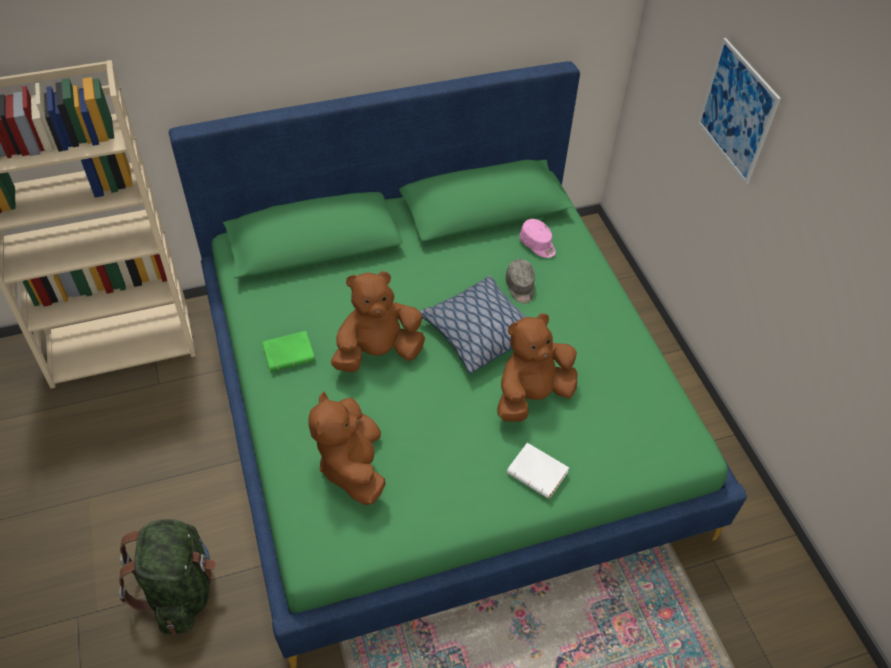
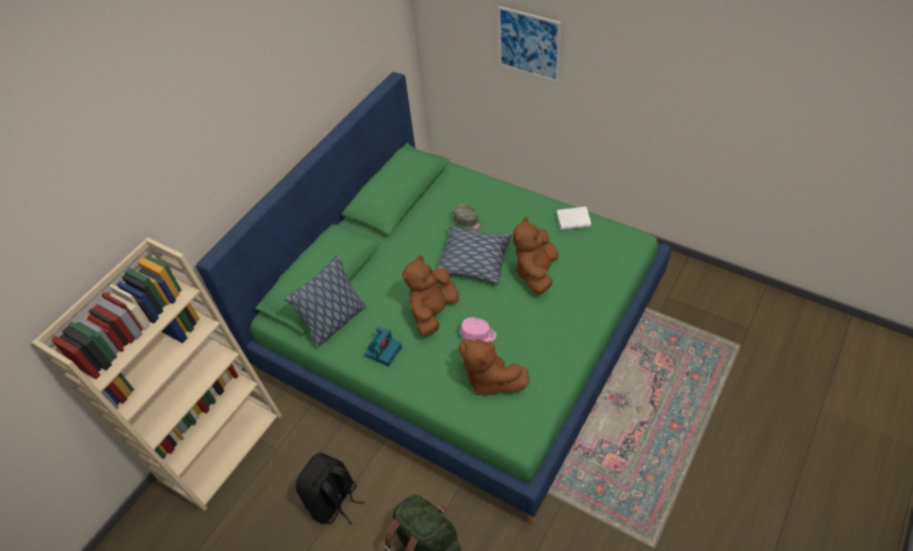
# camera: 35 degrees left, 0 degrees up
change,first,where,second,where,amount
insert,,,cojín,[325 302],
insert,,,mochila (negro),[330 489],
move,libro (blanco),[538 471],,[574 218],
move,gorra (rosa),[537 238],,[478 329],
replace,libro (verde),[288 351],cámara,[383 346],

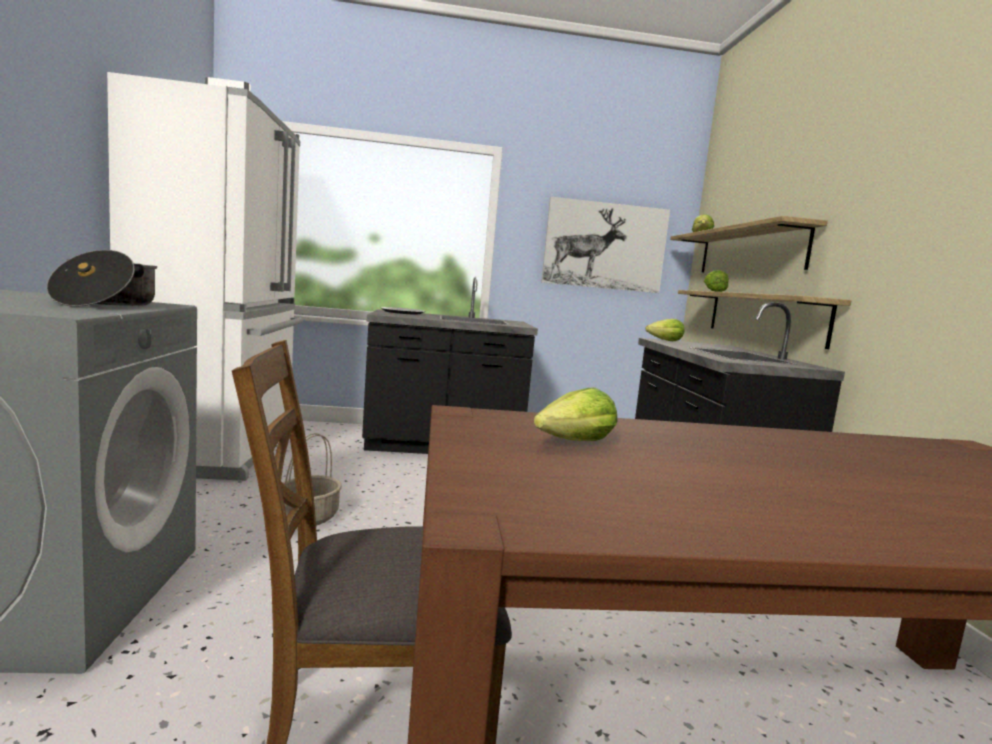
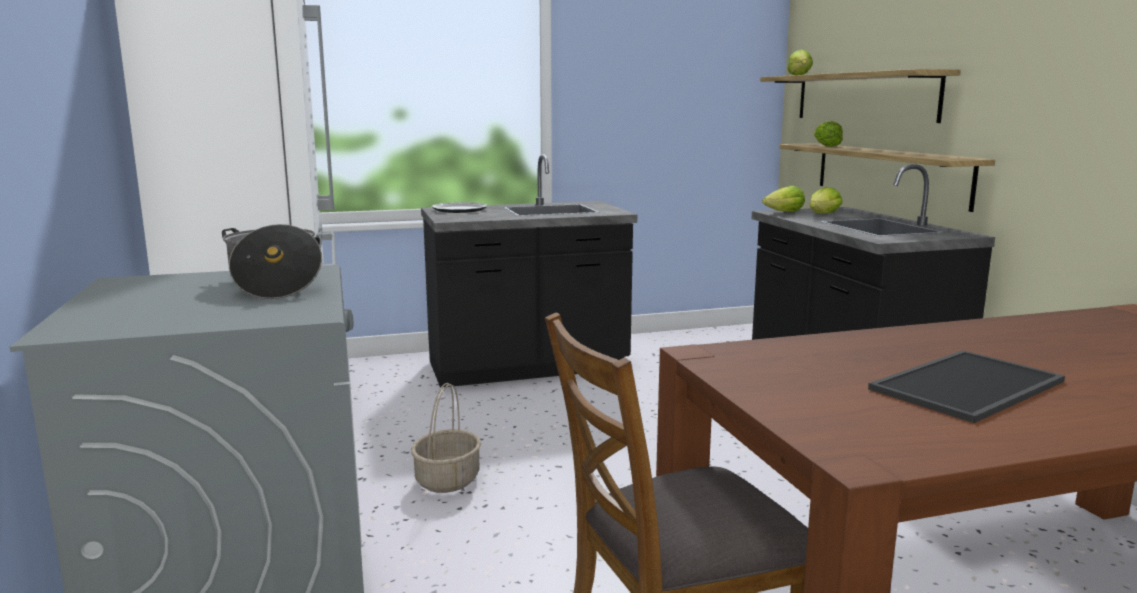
# camera: 10 degrees left, 5 degrees up
change,first,where,second,where,amount
delete,cuadro,[605 245],,,
insert,,,bandeja,[966 386],
move,lechuga,[575 414],,[826 200],

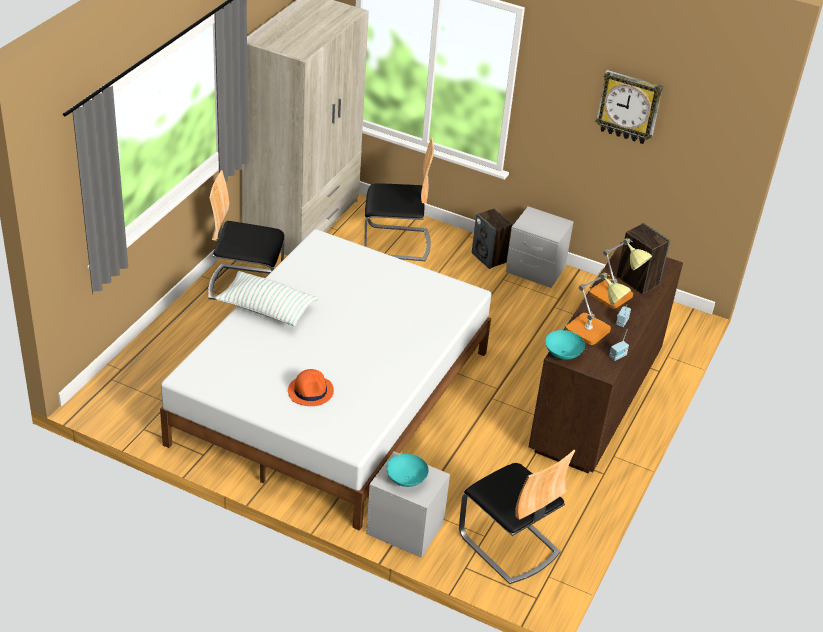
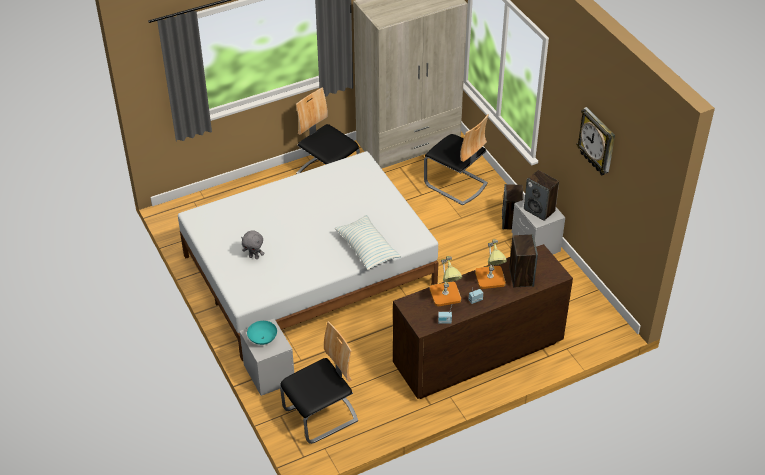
# camera: 40 degrees right, 5 degrees up
change,first,where,second,where,amount
delete,cuenco (turquesa),[565 345],,,
insert,,,altavoz,[541 195],
move,cojín,[266 298],,[368 242],
replace,sombrero (naranja),[311 387],peluche (gris),[253 244],
rotate,silla,[517 517],,[319 382],120 degrees counterclockwise

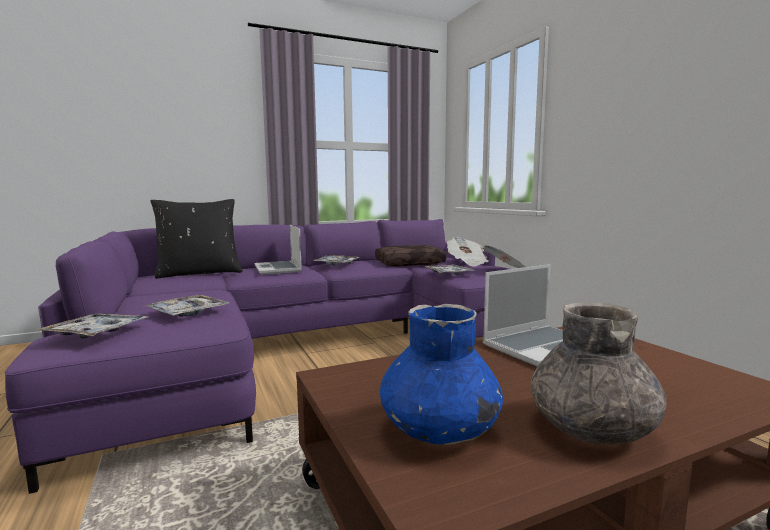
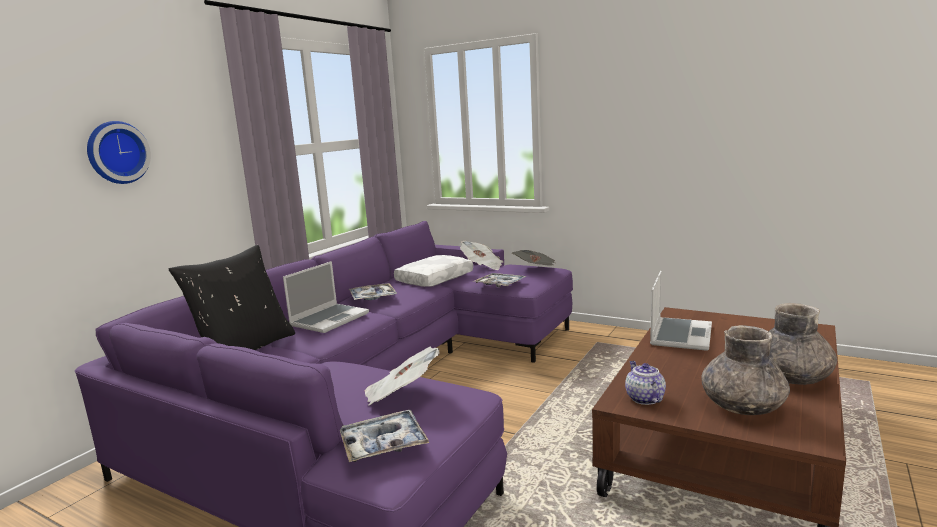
# camera: 35 degrees left, 5 degrees up
change,first,where,second,where,amount
insert,,,reloj de pared,[119 152],
insert,,,tetera,[645 383],
replace,bandeja,[187 306],periódico,[402 375],
recolor,cojín (marrón),[410 255],cojín (blanco),[433 271],
recolor,florero (azul),[441 374],florero (gris),[745 370],
rotate,portátil,[278 250],,[326 297],90 degrees counterclockwise

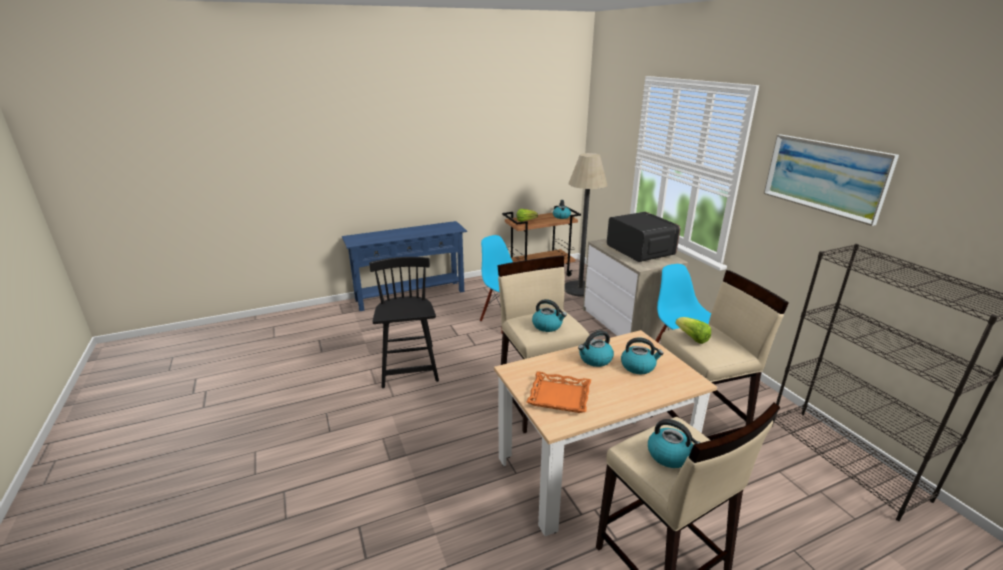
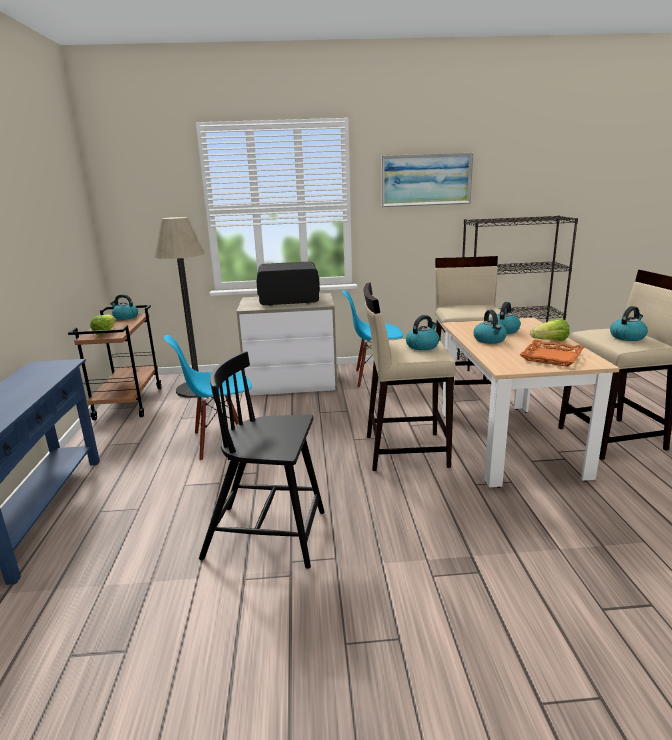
# camera: 70 degrees left, 5 degrees down
change,first,where,second,where,amount
move,lechuga,[693 330],,[550 330],

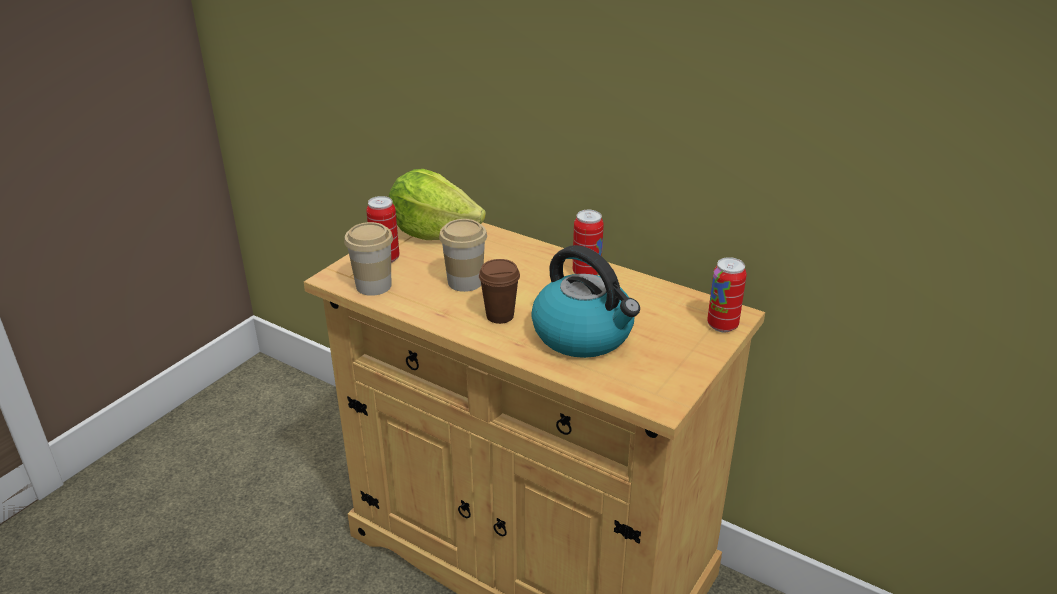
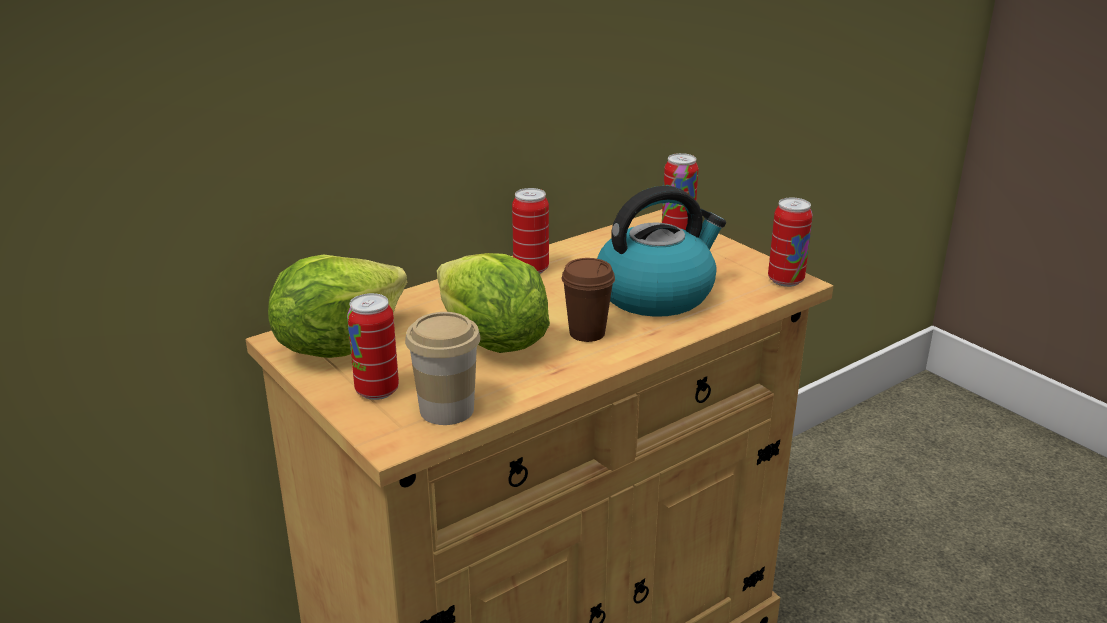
# camera: 70 degrees left, 5 degrees down
change,first,where,second,where,amount
insert,,,lata,[790 242],
replace,taza,[463 255],lechuga,[493 303],

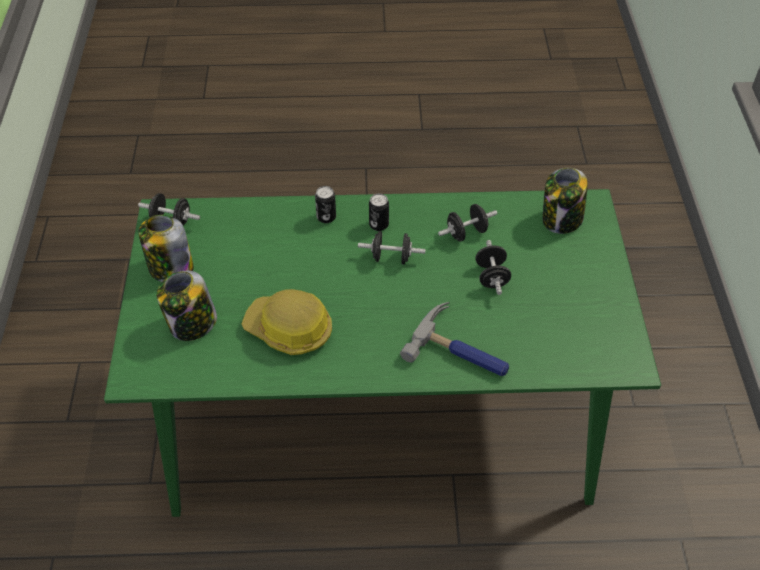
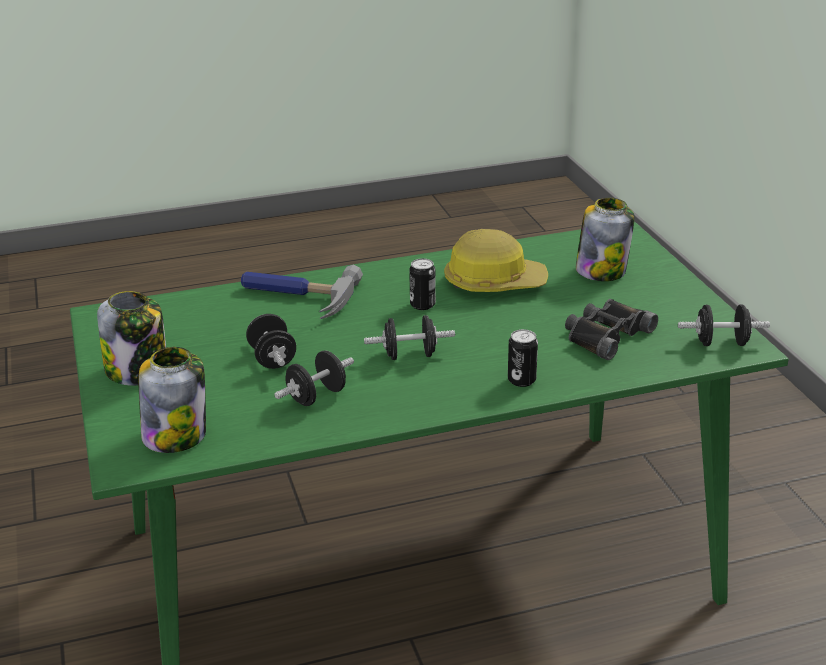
# camera: 165 degrees right, 20 degrees down
change,first,where,second,where,amount
insert,,,prismáticos (negro),[611 329],
move,tarro,[166 248],,[131 338],
move,lata,[379 212],,[422 284],

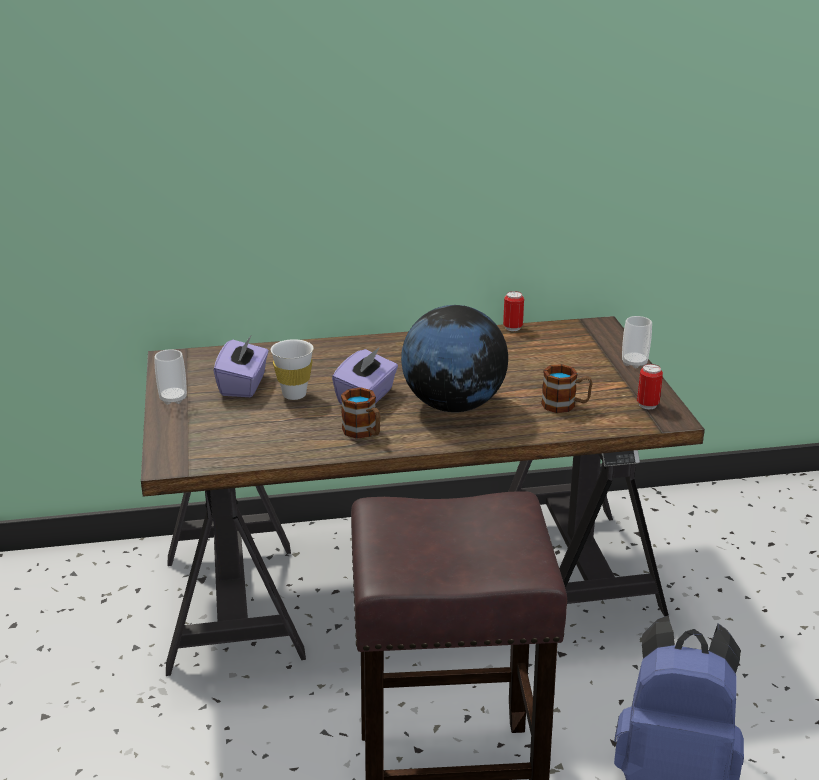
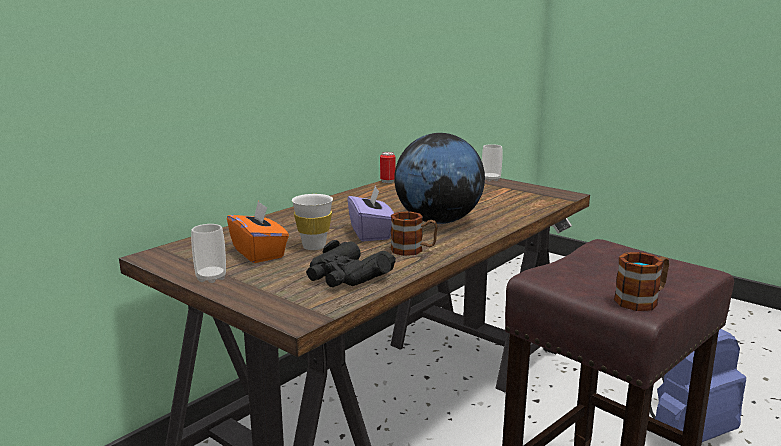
# camera: 40 degrees left, 10 degrees down
change,first,where,second,where,amount
delete,lata,[650 386],,,
insert,,,prismáticos (negro),[351 263],
move,taza grande,[567 388],,[641 281],
recolor,caja de pañuelos (morado),[241 366],caja de pañuelos (naranja),[258 231],

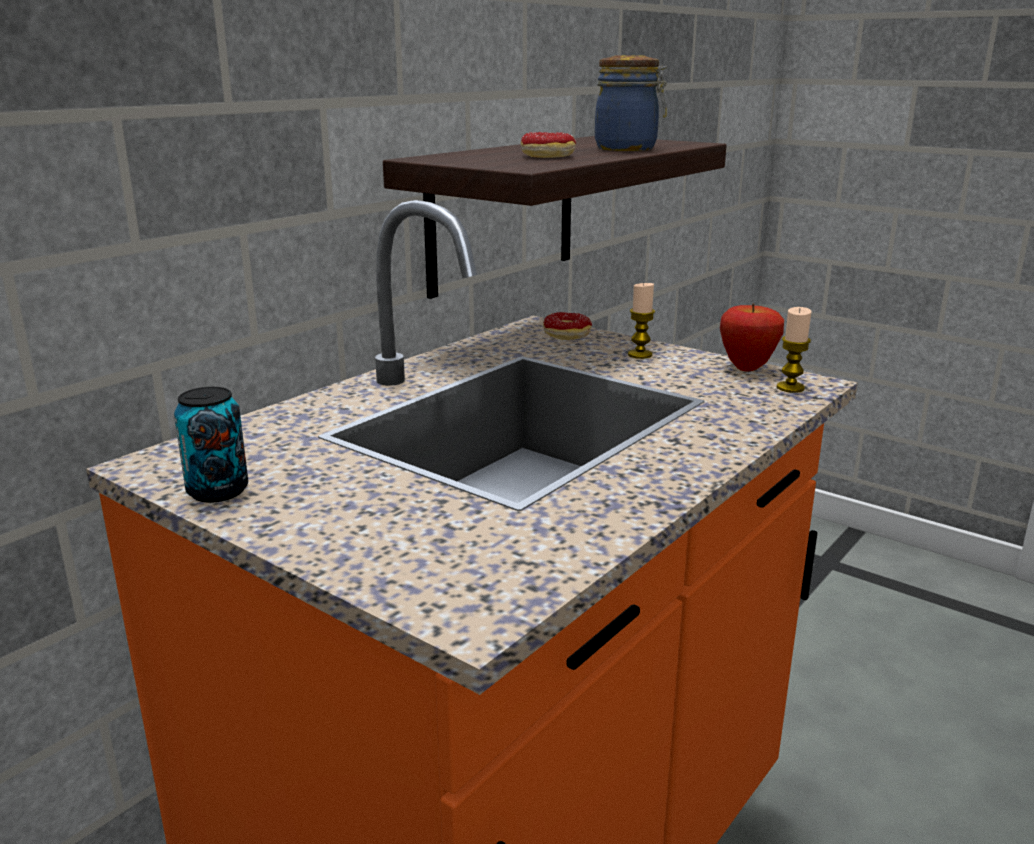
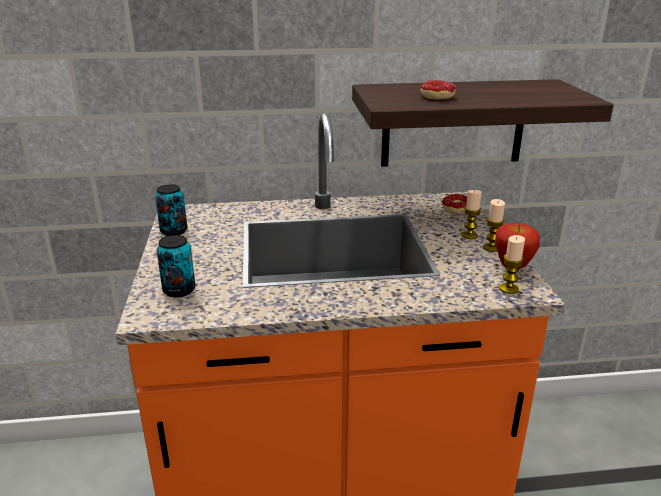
# camera: 45 degrees right, 5 degrees up
change,first,where,second,where,amount
delete,tarro,[631 103],,,
insert,,,lata,[176 266],
insert,,,vela,[494 225],

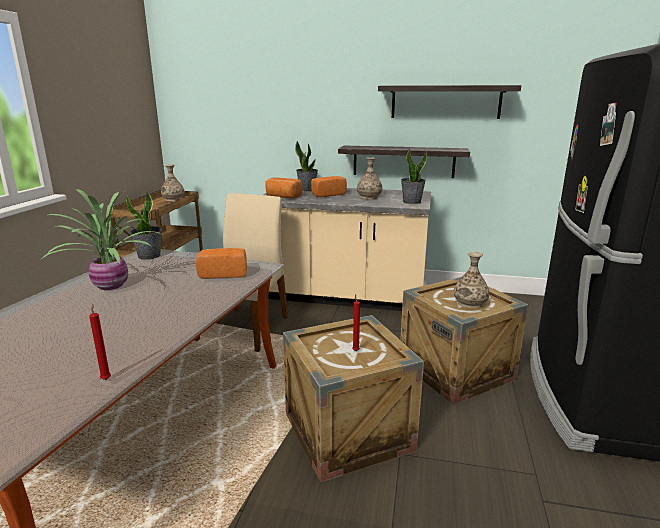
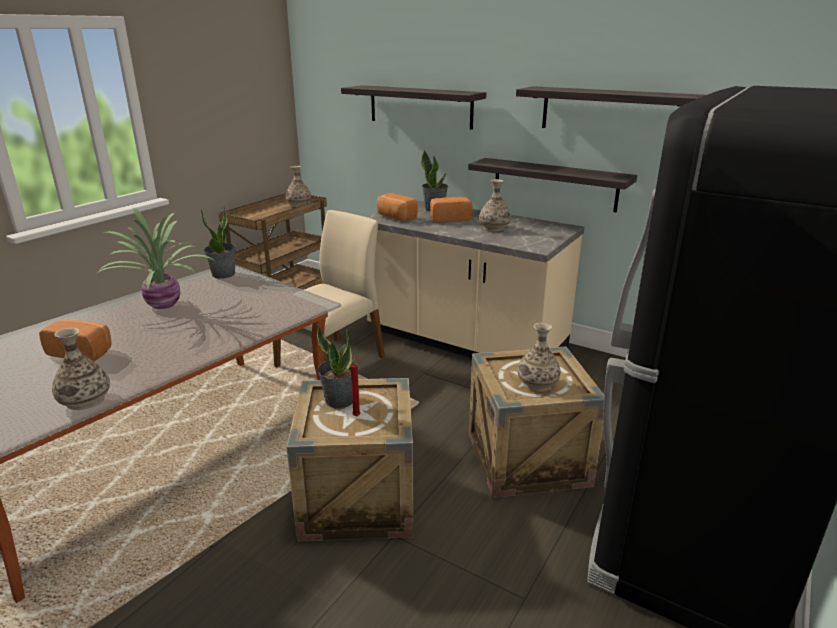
# camera: 20 degrees right, 5 degrees up
change,first,where,second,where,amount
insert,,,estante,[413 107],
move,pan,[221 263],,[75 340],
move,planta en maceta,[414 176],,[338 366],
replace,vela (rojo),[100 342],florero,[81 369],

